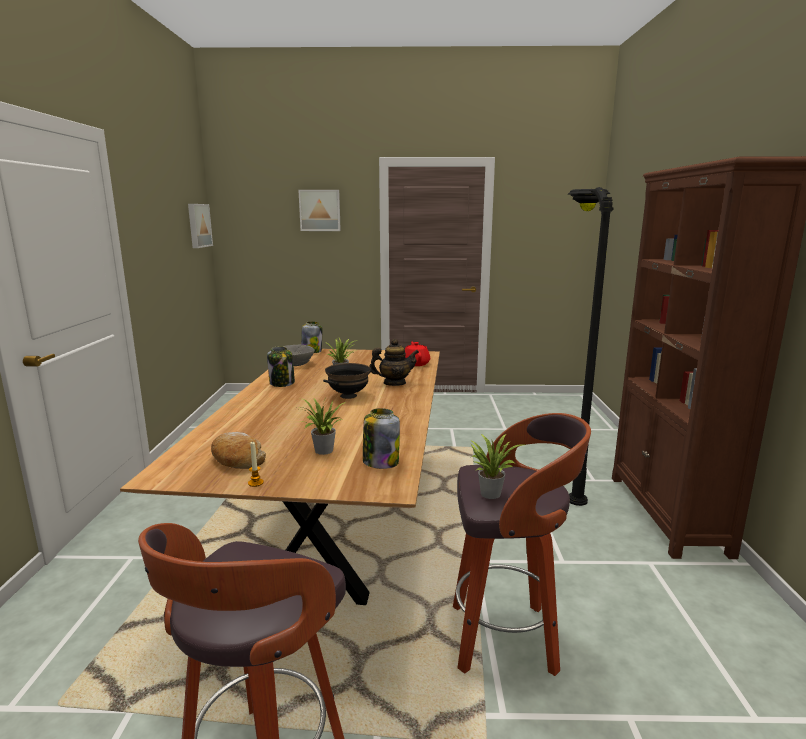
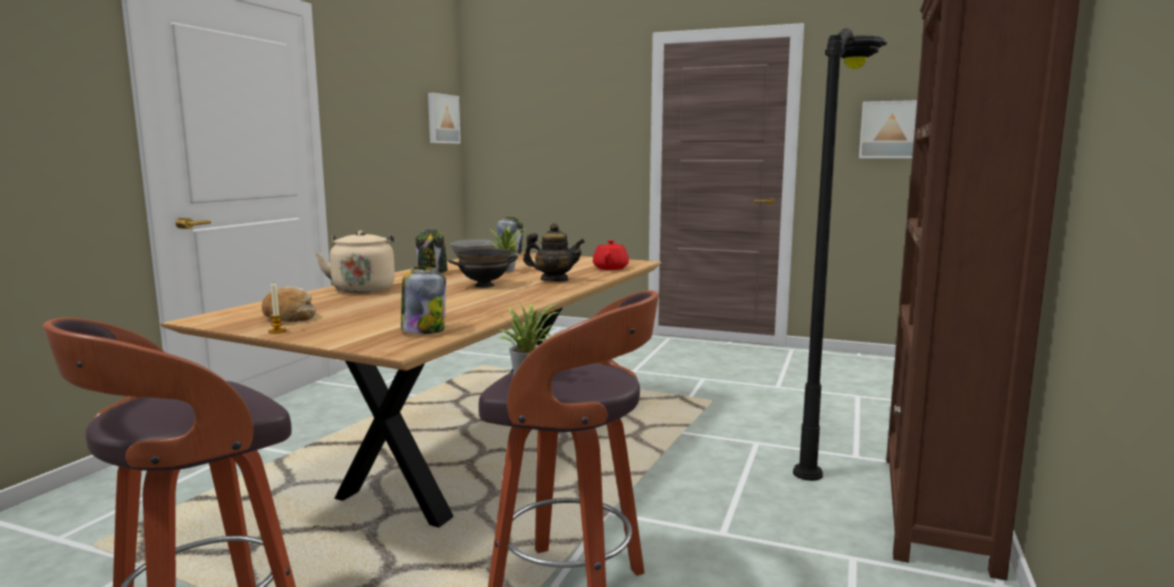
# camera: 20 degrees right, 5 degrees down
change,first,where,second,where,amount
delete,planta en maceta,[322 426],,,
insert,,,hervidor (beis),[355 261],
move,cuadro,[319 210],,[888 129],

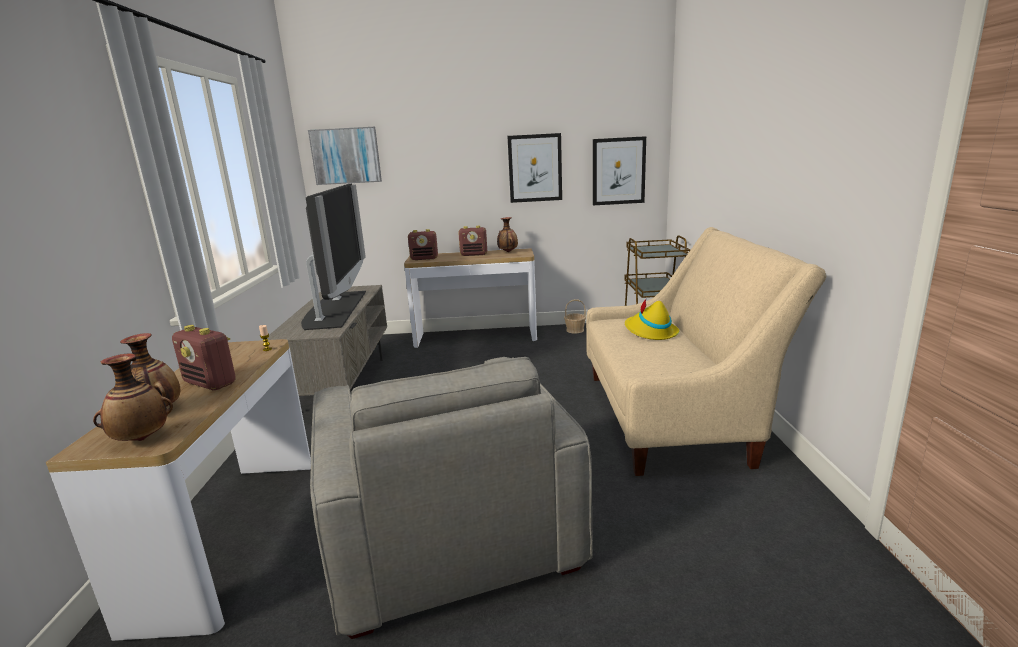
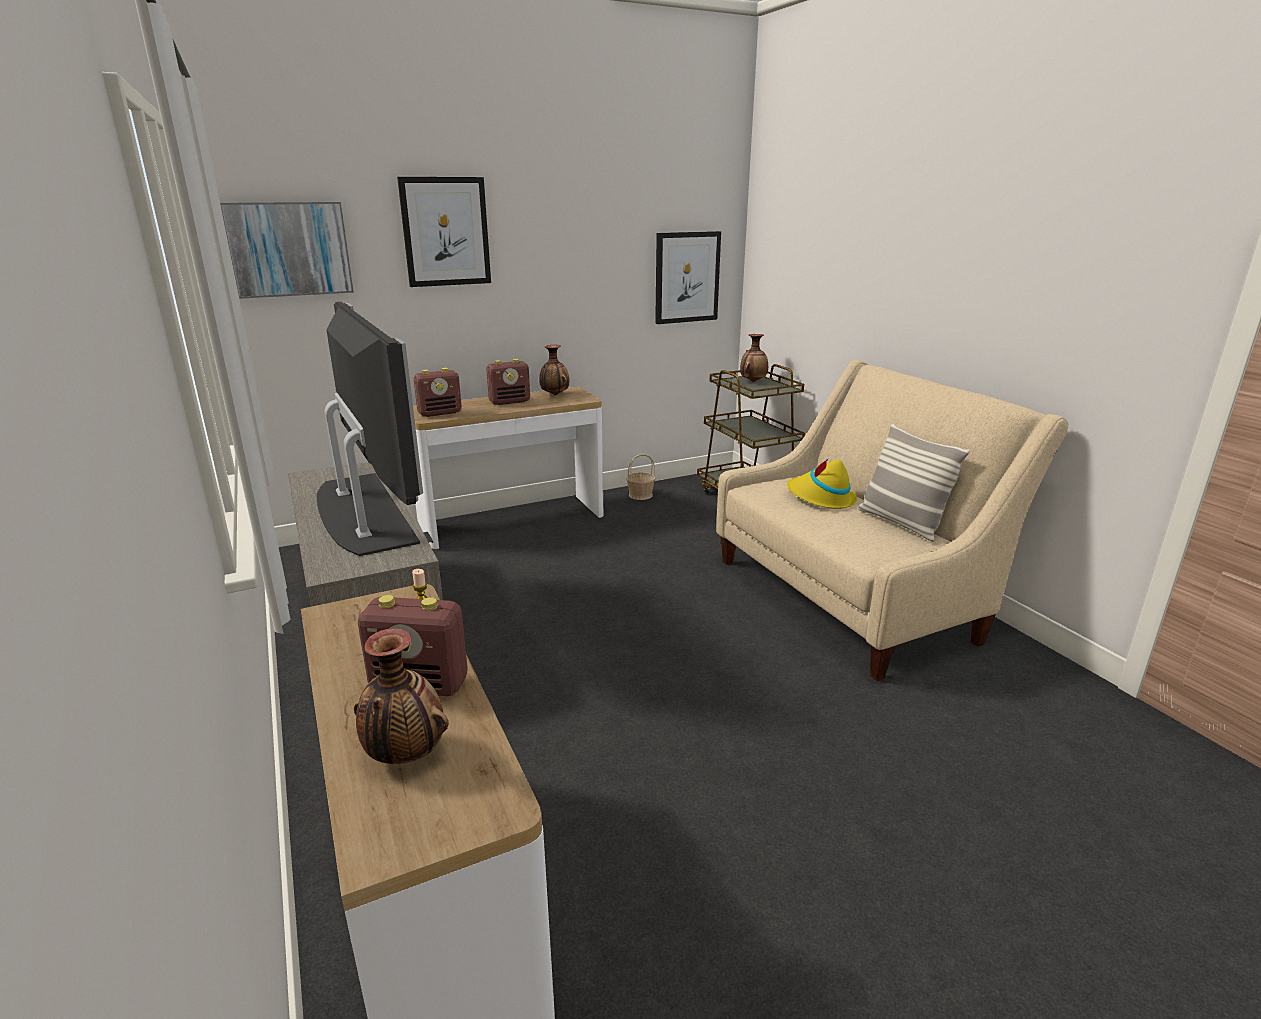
# camera: 25 degrees left, 5 degrees up
change,first,where,second,where,amount
delete,sillón (gris),[451 498],,,
insert,,,cojín,[914 483],
move,florero,[133 397],,[754 358],
move,cuadro,[534 168],,[444 232],

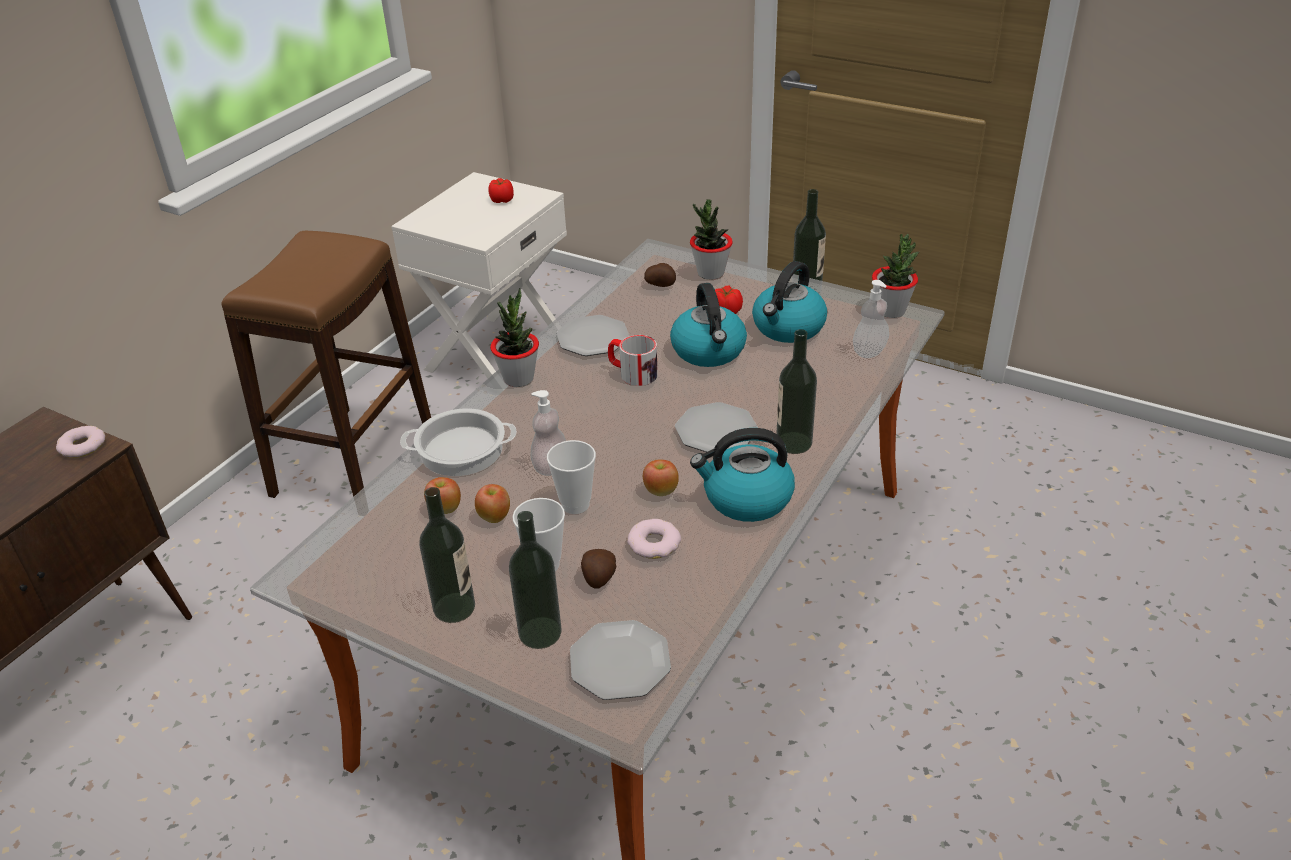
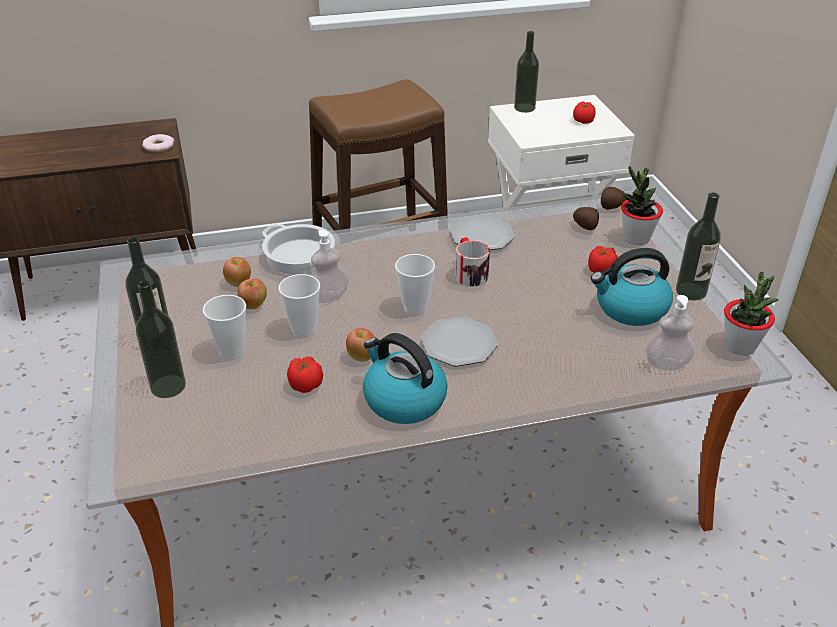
# camera: 45 degrees right, 0 degrees up
change,first,where,second,where,amount
delete,planta en maceta,[514 337],,,
delete,plato,[620 660],,,
delete,hervidor,[708 325],,,
insert,,,taza,[415 284],
move,patata,[598 569],,[614 198],
move,botella,[796 391],,[526 72],
replace,rosquilla,[654 539],tomate,[305 374],

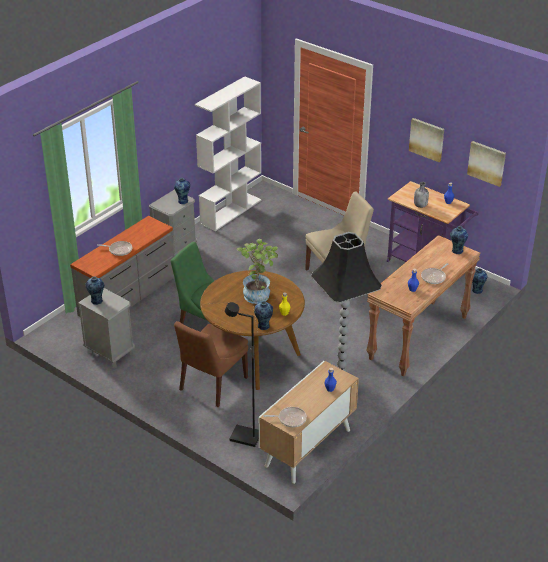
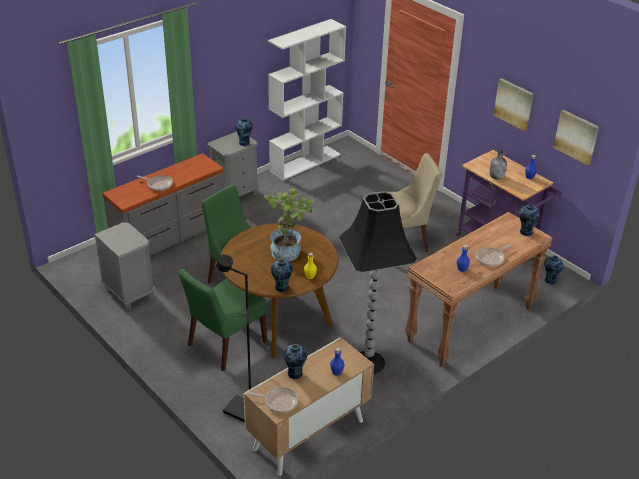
# camera: 10 degrees right, 0 degrees up
change,first,where,second,where,amount
move,florero,[95 290],,[295 361],
recolor,silla (marrón),[211 364],silla (verde),[222 320],

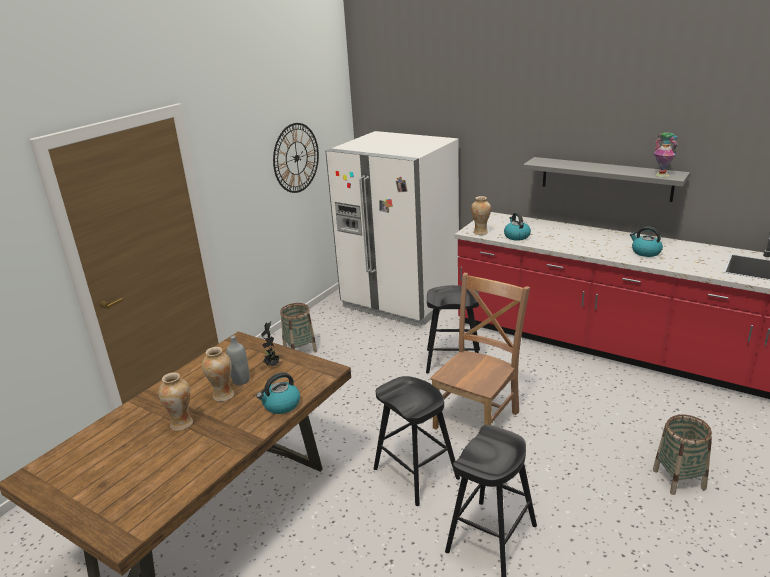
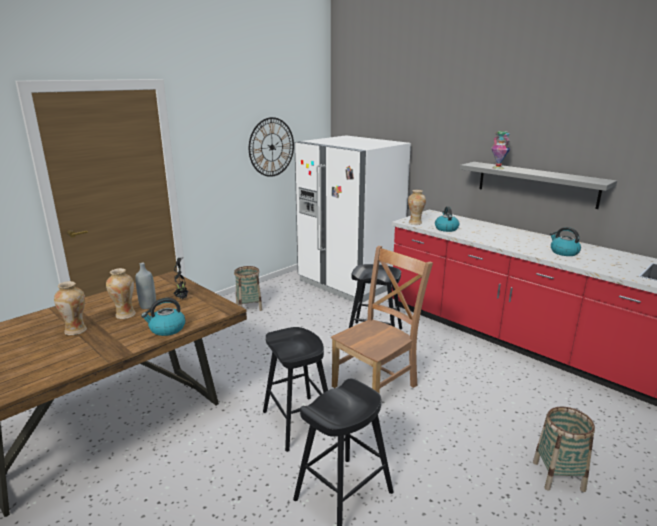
# camera: 10 degrees right, 5 degrees down
change,first,where,second,where,amount
move,florero,[666 155],,[500 150],

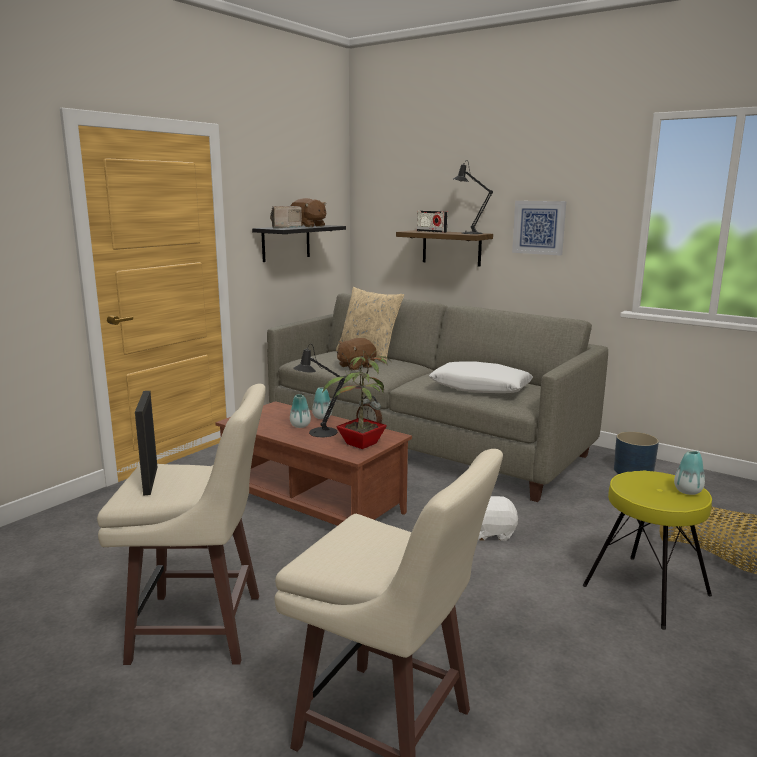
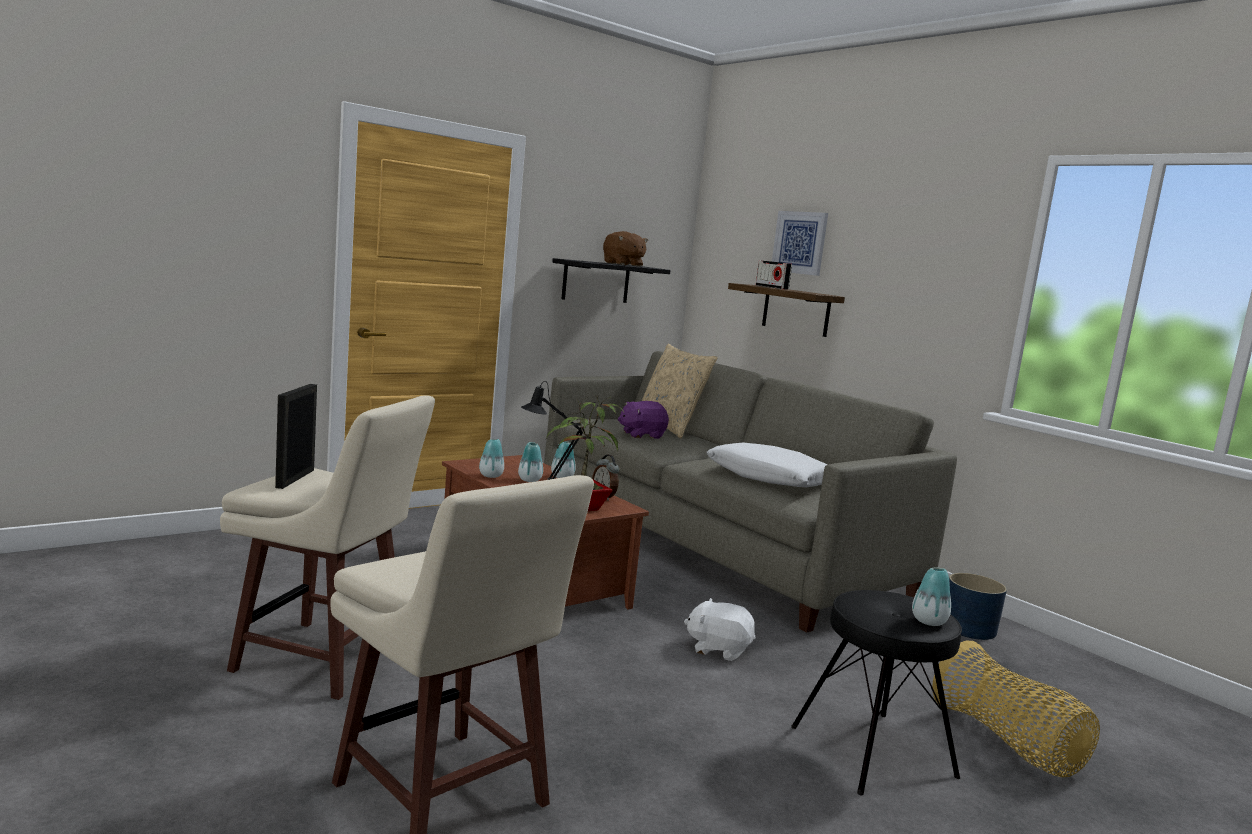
# camera: 15 degrees right, 5 degrees down
change,first,where,second,where,amount
delete,radio,[286 217],,,
delete,lámpara de mesa (negro),[473 197],,,
insert,,,florero,[491 458],
move,cuadro,[539 228],,[800 243],
recolor,peluche (marrón),[357 354],peluche (morado),[643 420],
recolor,taburete (amarillo),[647 550],taburete (negro),[876 693],

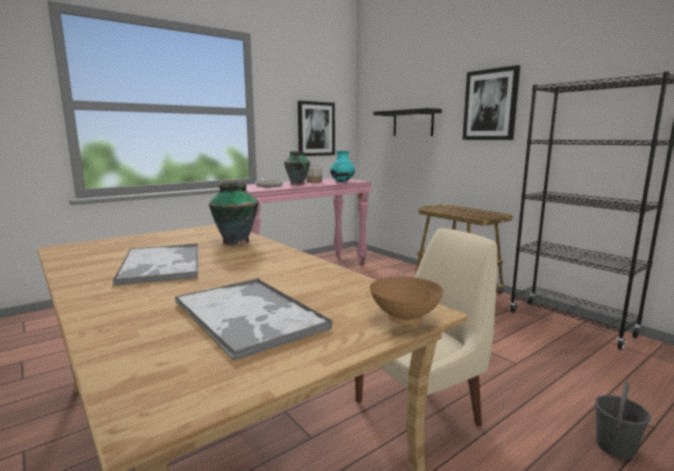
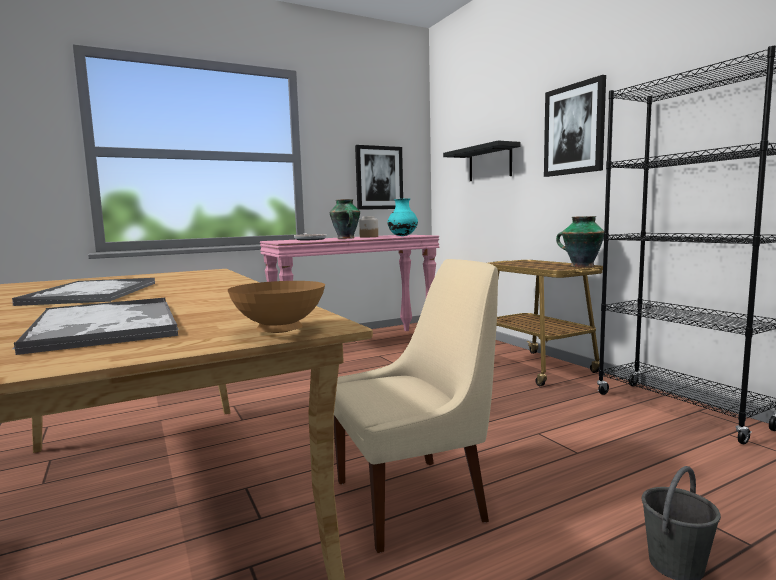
# camera: 10 degrees right, 5 degrees down
change,first,where,second,where,amount
move,florero,[233 213],,[580 241],

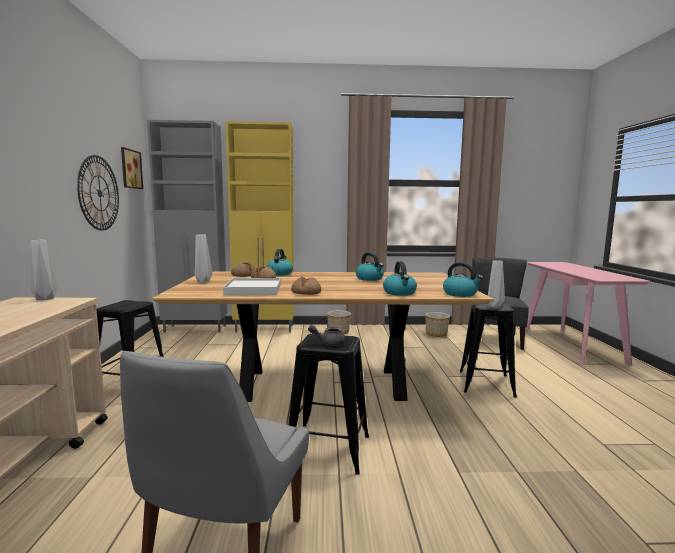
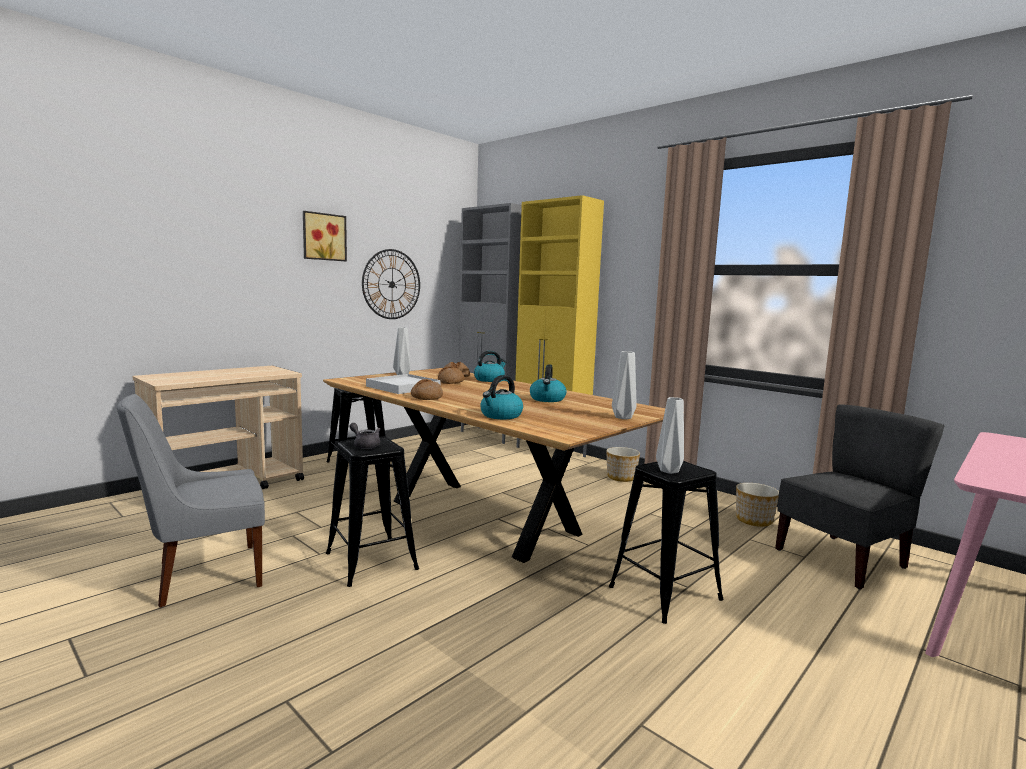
# camera: 45 degrees right, 0 degrees up
change,first,where,second,where,amount
delete,hervidor,[463 279],,,
move,florero (gris),[43 270],,[624 385],
move,cuadro,[132 168],,[325 236],

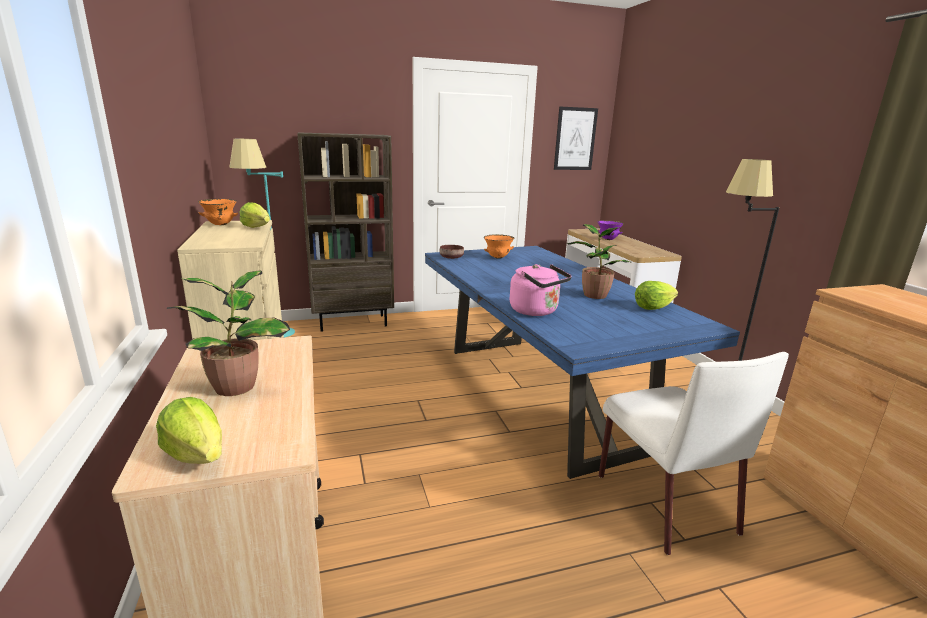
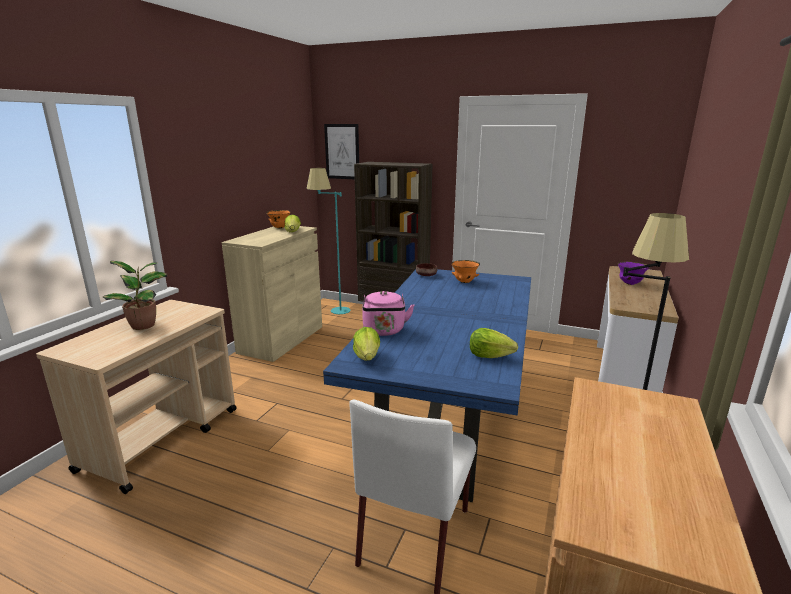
# camera: 40 degrees right, 0 degrees up
change,first,where,second,where,amount
delete,planta en maceta,[598 261],,,
move,lechuga,[189 430],,[366 344],
move,cuadro,[576 138],,[341 151],

